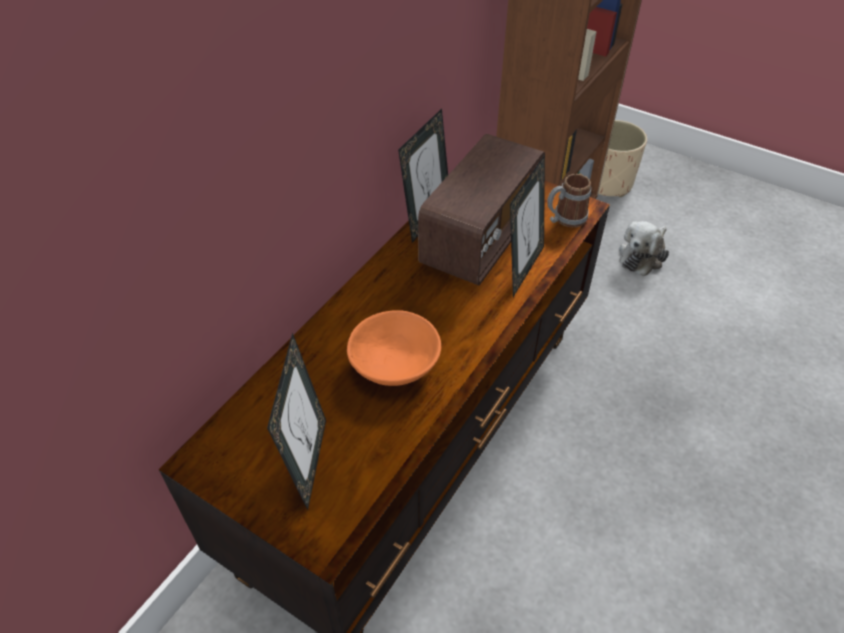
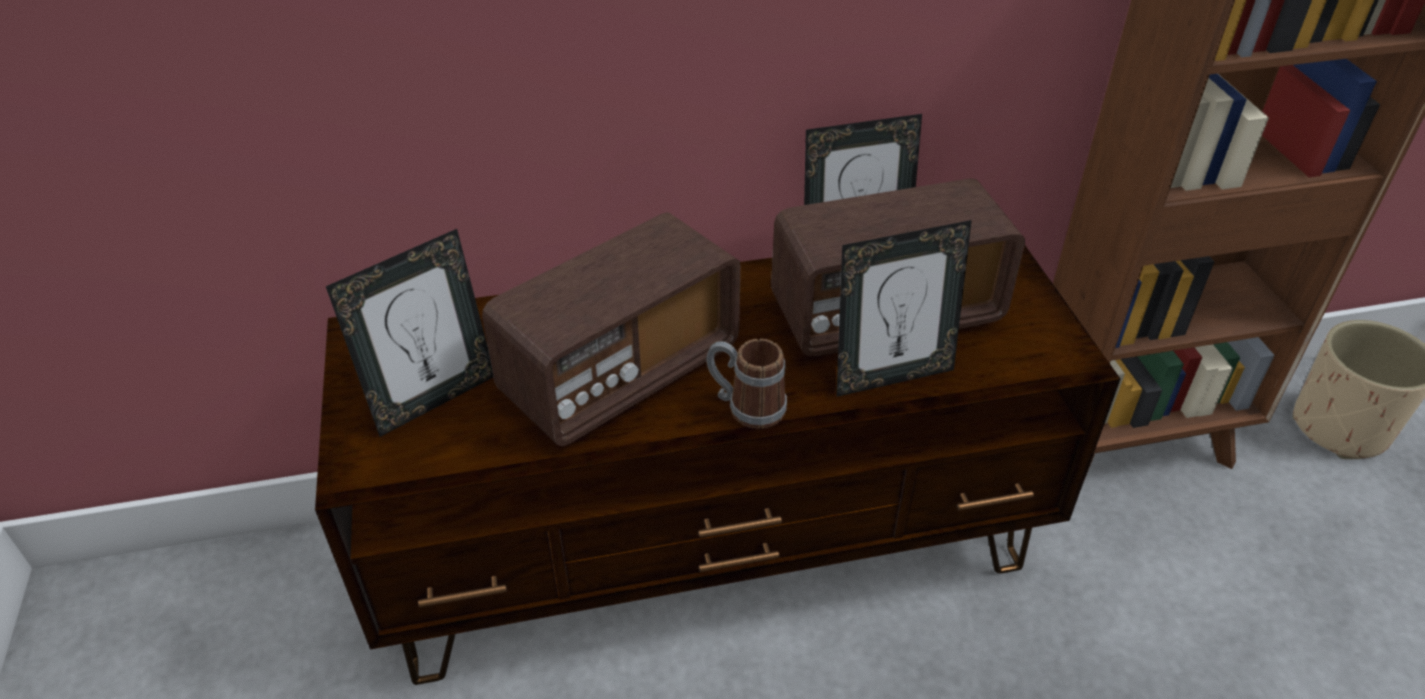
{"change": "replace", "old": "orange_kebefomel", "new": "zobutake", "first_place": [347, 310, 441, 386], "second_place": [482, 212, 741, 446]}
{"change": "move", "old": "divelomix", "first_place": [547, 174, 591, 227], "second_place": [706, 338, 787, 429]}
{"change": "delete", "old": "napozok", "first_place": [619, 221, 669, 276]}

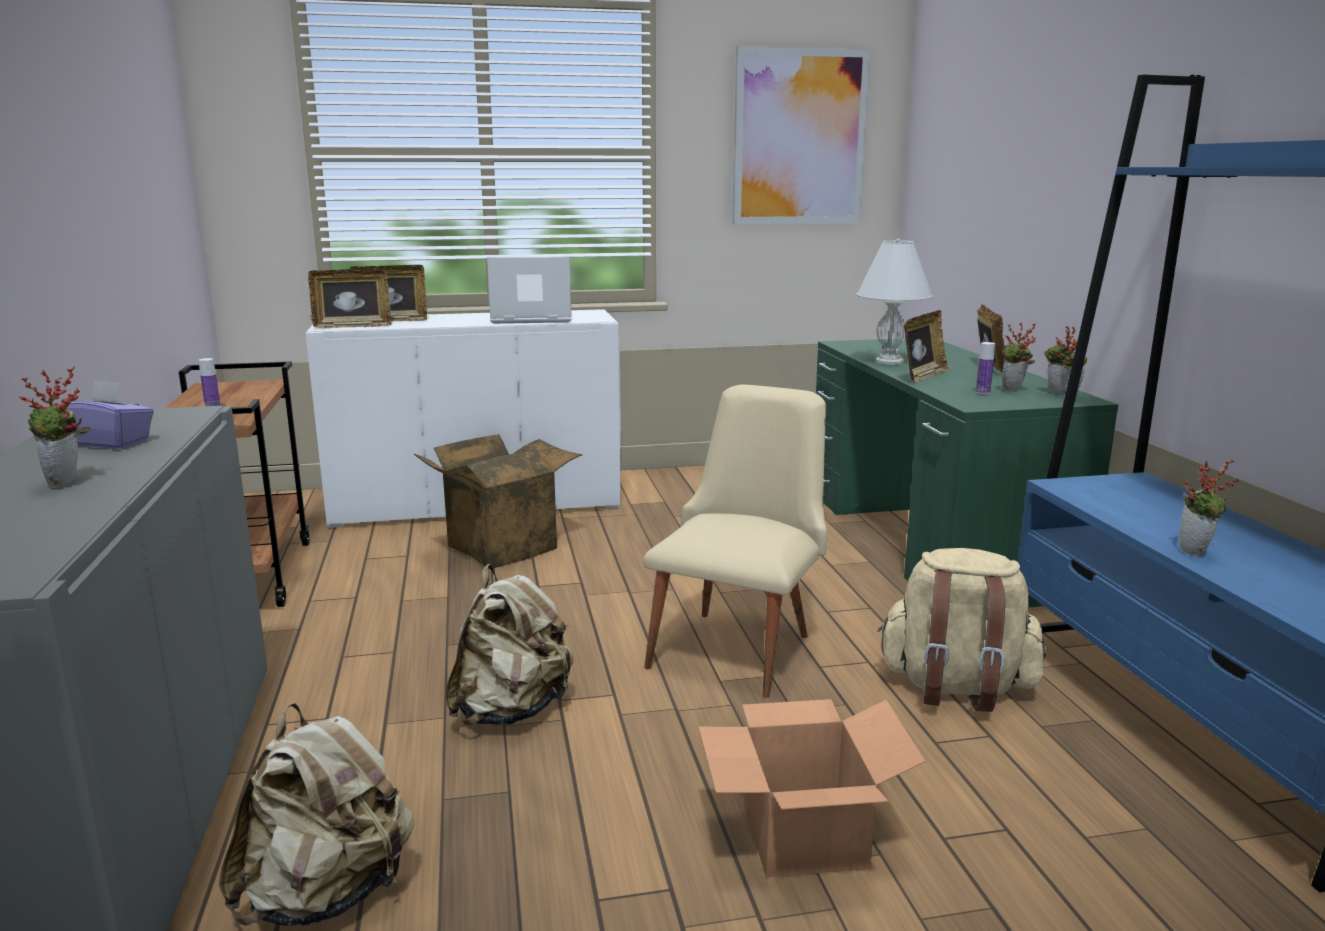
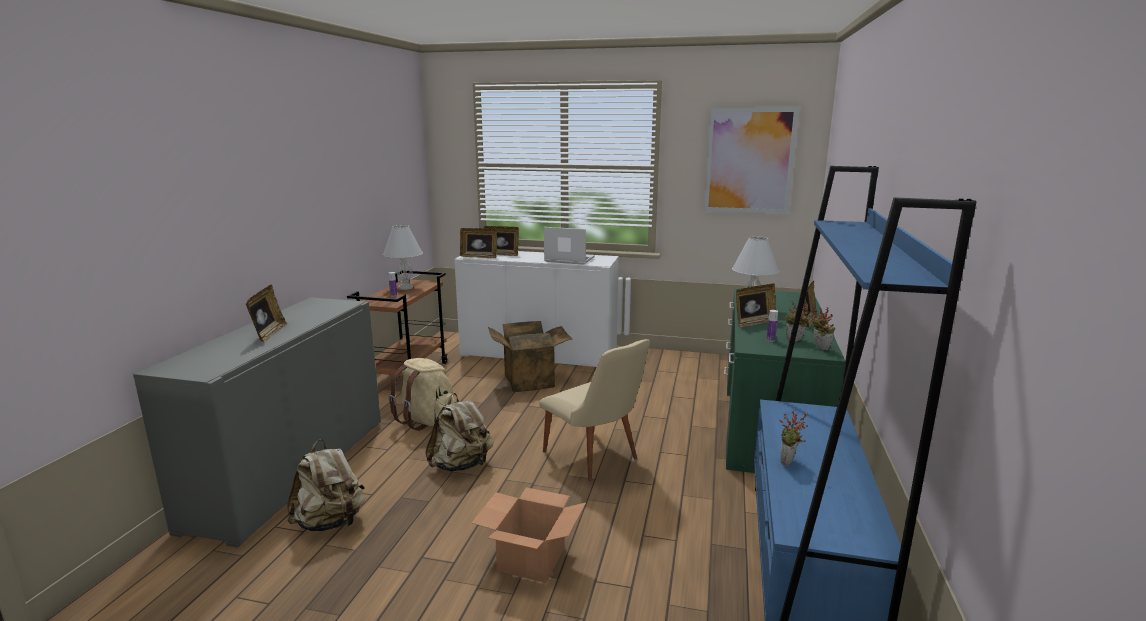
{"change": "replace", "old": "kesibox", "new": "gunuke", "first_place": [19, 367, 90, 488], "second_place": [246, 285, 287, 342]}
{"change": "delete", "old": "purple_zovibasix", "first_place": [59, 380, 154, 449]}
{"change": "rotate", "old": "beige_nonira", "first_place": [643, 385, 827, 698], "second_place": [539, 339, 650, 481], "degrees": 90}
{"change": "move", "old": "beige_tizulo", "first_place": [878, 548, 1046, 712], "second_place": [389, 358, 455, 431]}
{"change": "insert", "new": "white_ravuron", "second_place": [383, 225, 423, 290]}

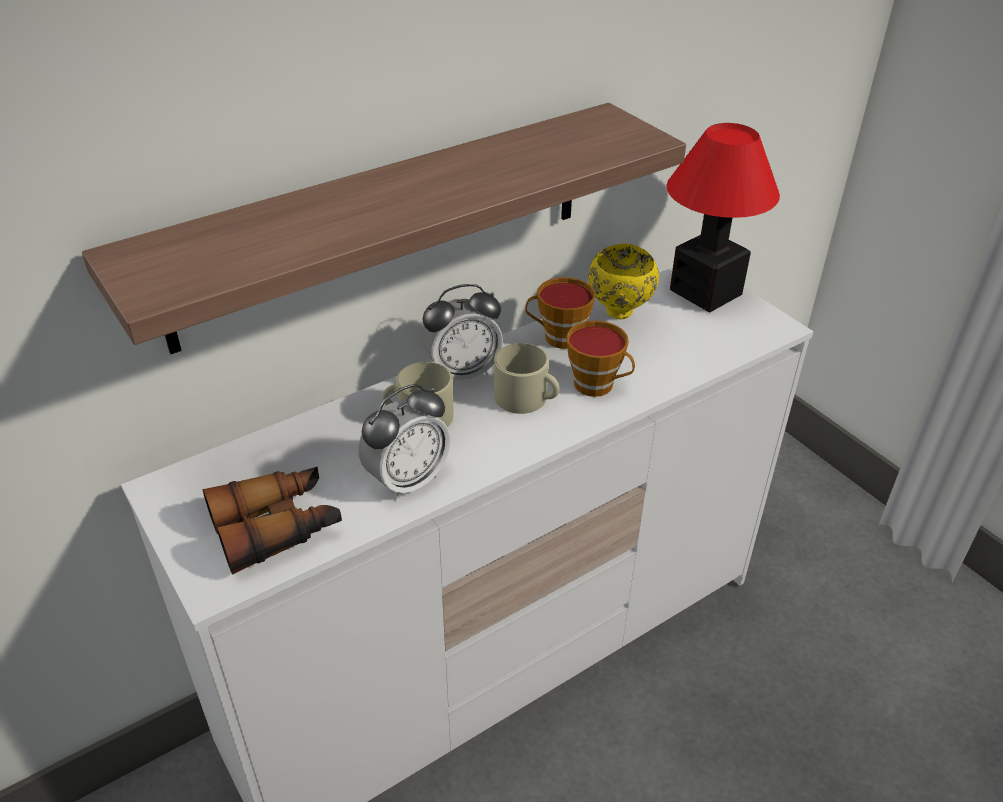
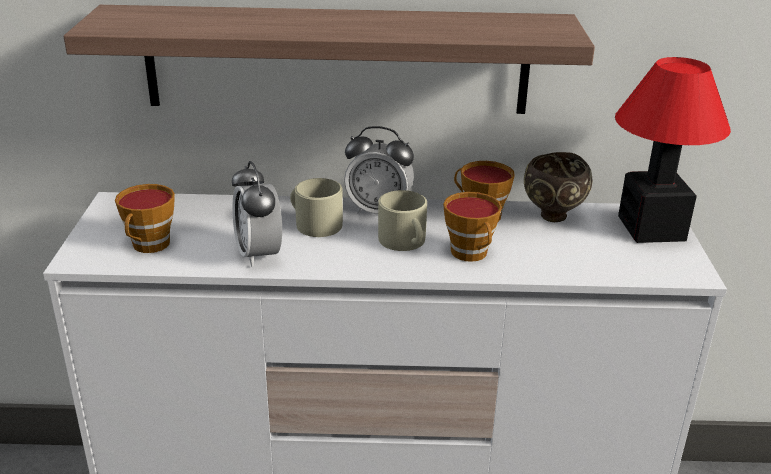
{"change": "replace", "old": "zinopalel", "new": "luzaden", "first_place": [202, 467, 342, 575], "second_place": [115, 184, 175, 253]}
{"change": "rotate", "old": "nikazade", "first_place": [358, 384, 450, 500], "second_place": [232, 161, 282, 267], "degrees": 75}
{"change": "recolor", "old": "yellow_kebefomel", "new": "brown_kebefomel", "first_place": [588, 244, 659, 319], "second_place": [524, 152, 592, 222]}

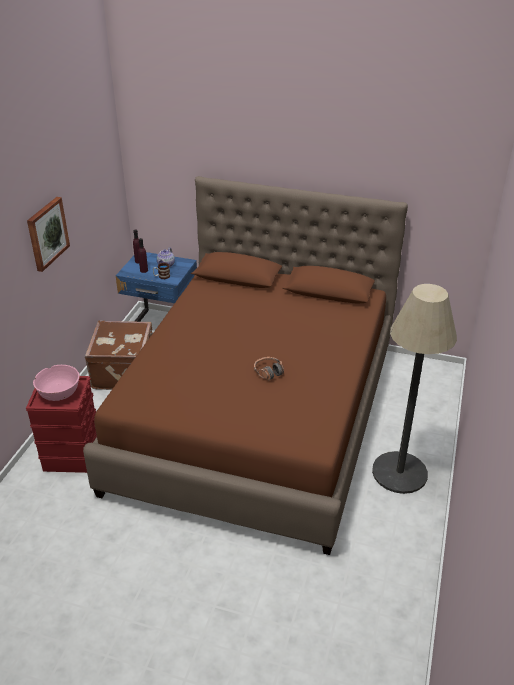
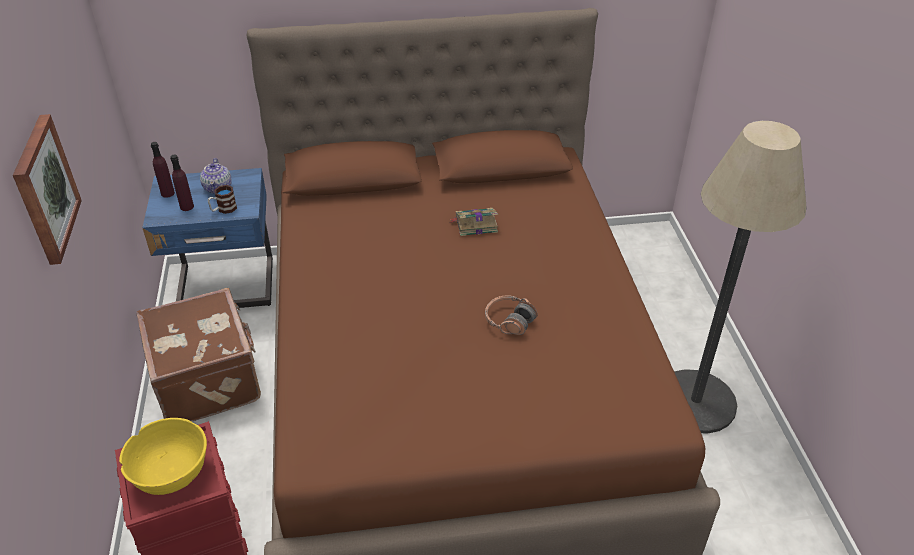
{"change": "recolor", "old": "pink_kebefomel", "new": "yellow_kebefomel", "first_place": [33, 365, 80, 401], "second_place": [119, 418, 207, 495]}
{"change": "insert", "new": "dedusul", "second_place": [449, 208, 498, 236]}

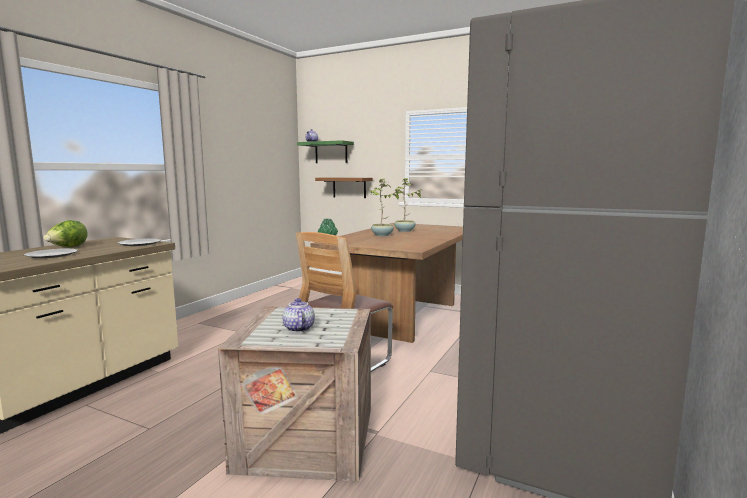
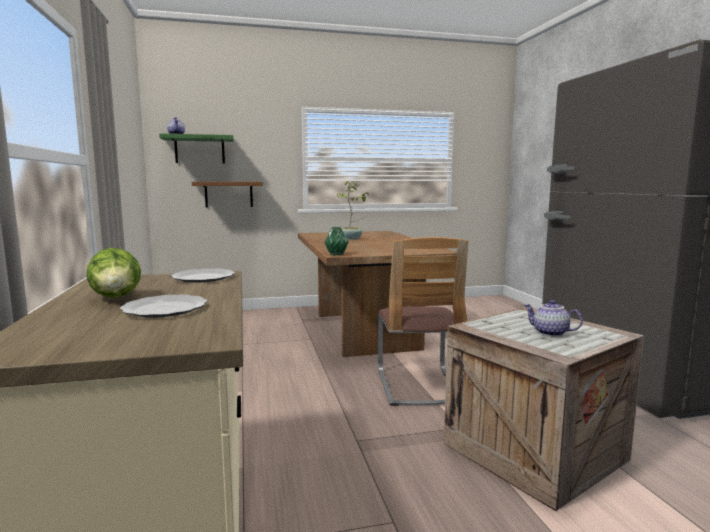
{"change": "delete", "old": "kesibox", "first_place": [369, 178, 402, 236]}

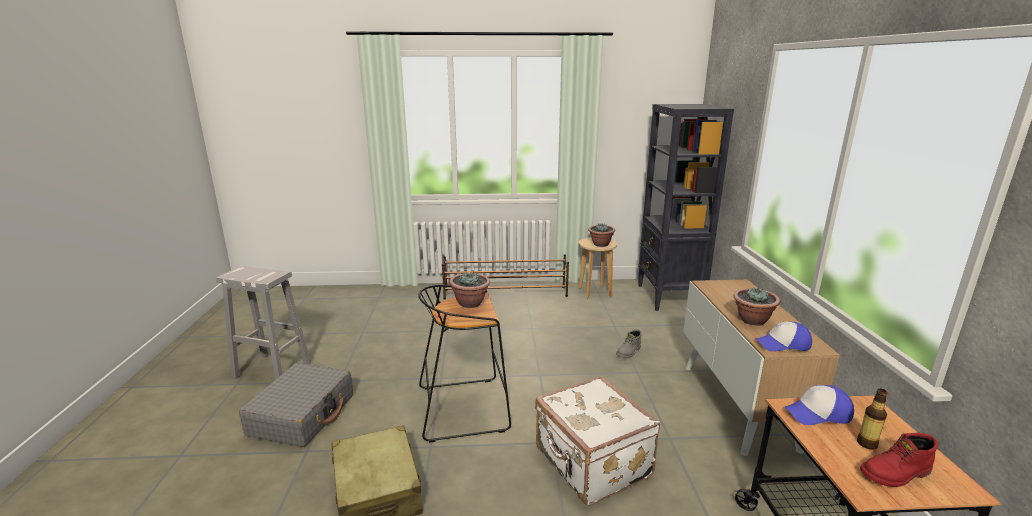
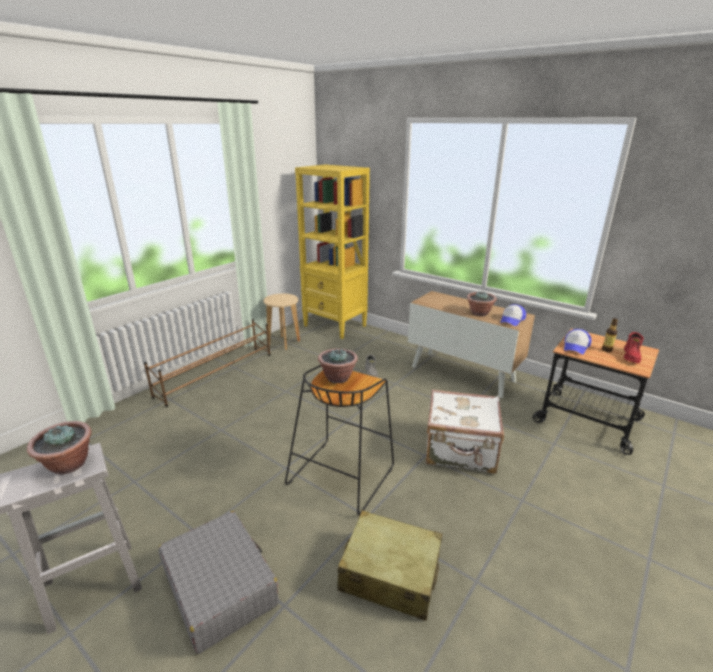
{"change": "move", "old": "kesibox", "first_place": [588, 223, 615, 247], "second_place": [27, 421, 91, 474]}
{"change": "recolor", "old": "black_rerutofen", "new": "yellow_rerutofen", "first_place": [638, 104, 734, 311], "second_place": [295, 165, 370, 339]}

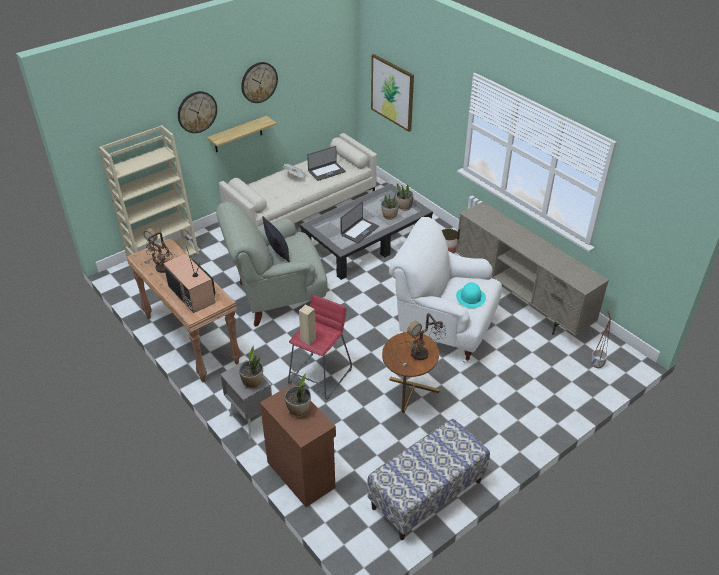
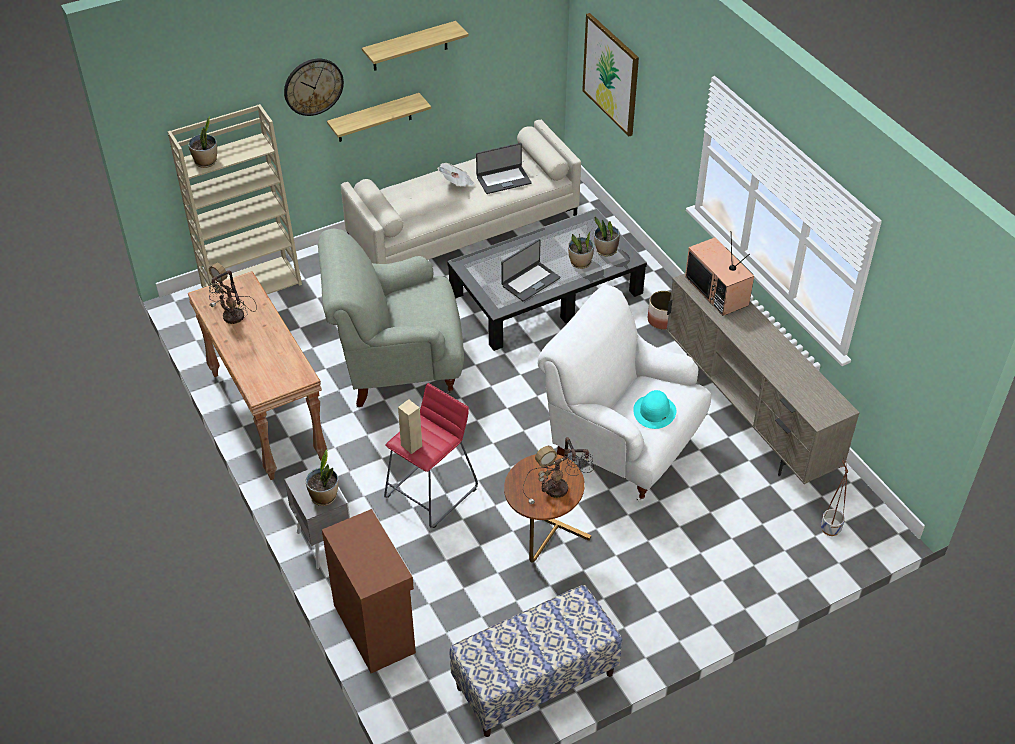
{"change": "move", "old": "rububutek", "first_place": [163, 249, 215, 313], "second_place": [685, 231, 754, 316]}
{"change": "replace", "old": "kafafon", "new": "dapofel", "first_place": [241, 62, 278, 103], "second_place": [362, 21, 469, 71]}
{"change": "delete", "old": "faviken", "first_place": [262, 216, 290, 262]}
{"change": "move", "old": "kesibox", "first_place": [285, 373, 311, 417], "second_place": [188, 116, 217, 168]}

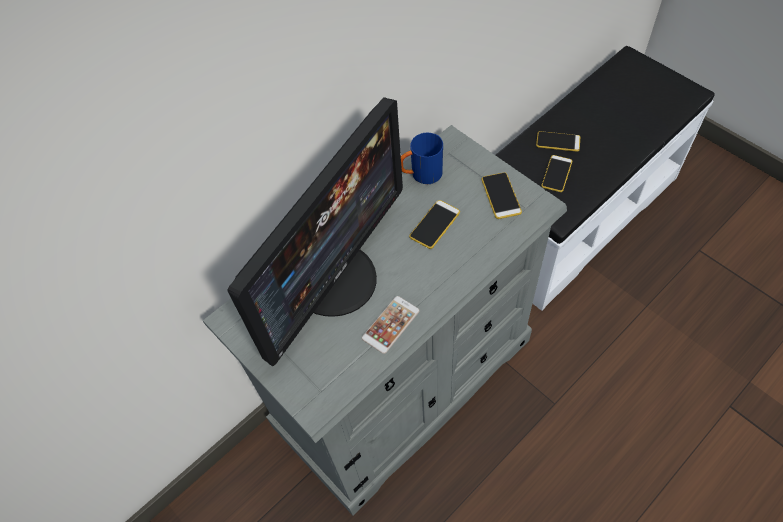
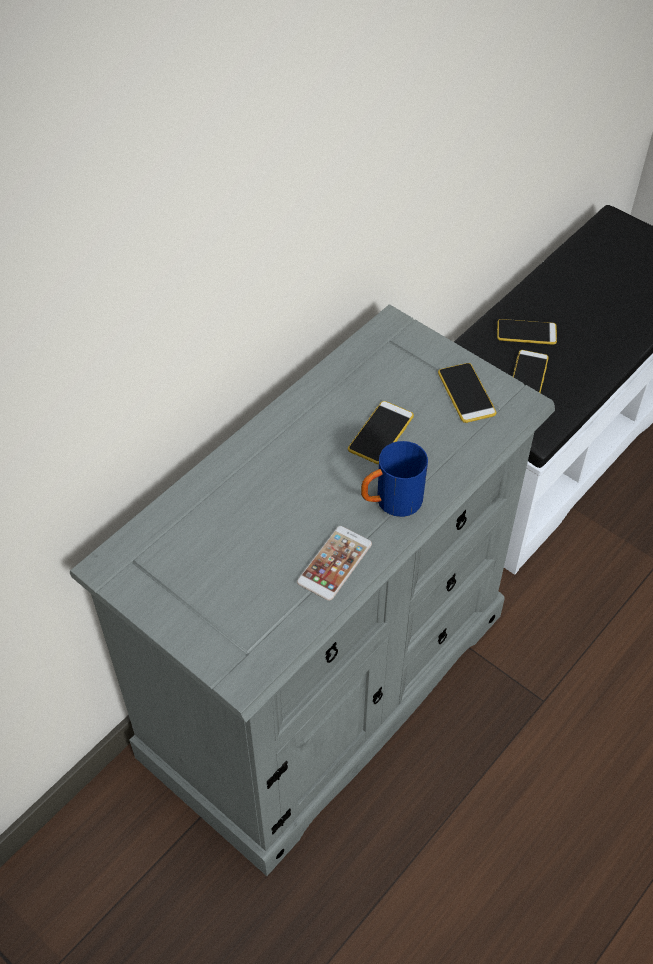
{"change": "delete", "old": "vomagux", "first_place": [227, 97, 403, 366]}
{"change": "move", "old": "blue_divelomix", "first_place": [401, 133, 443, 184], "second_place": [361, 441, 428, 517]}

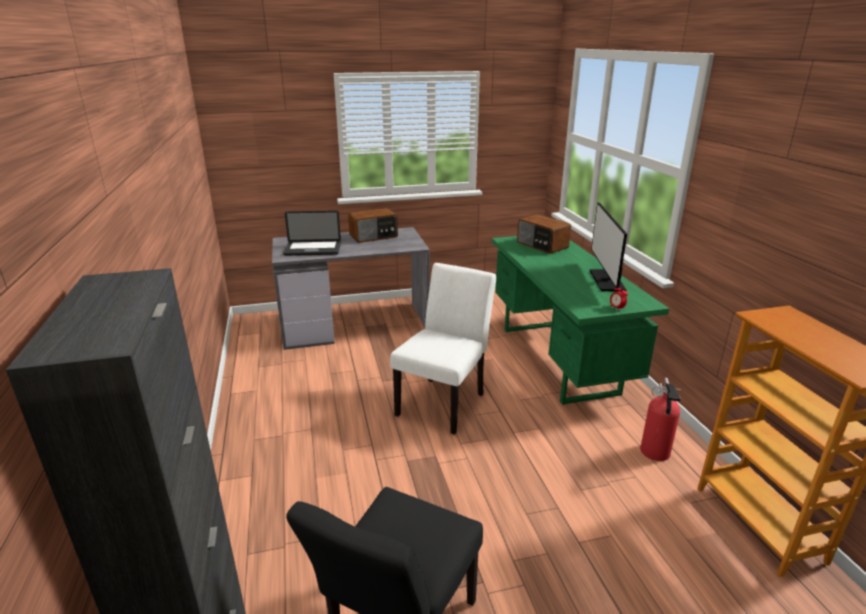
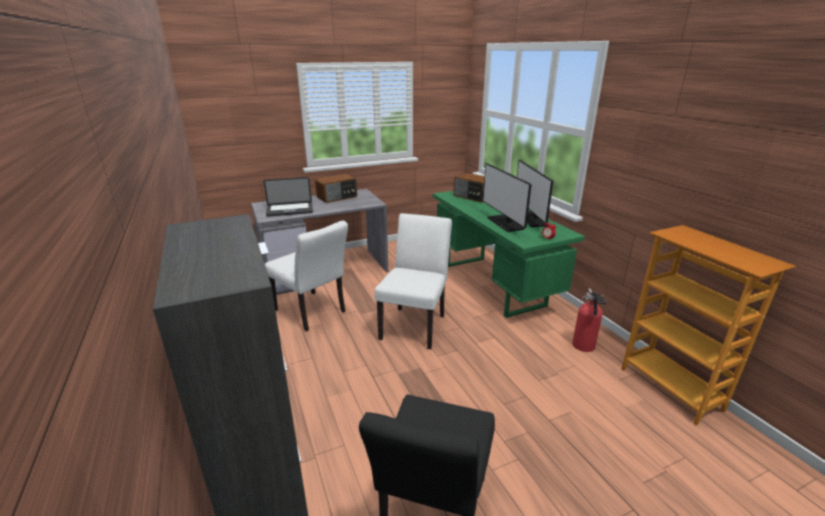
{"change": "insert", "new": "white_nonira", "second_place": [265, 221, 348, 331]}
{"change": "insert", "new": "vomagux", "second_place": [483, 163, 532, 232]}

